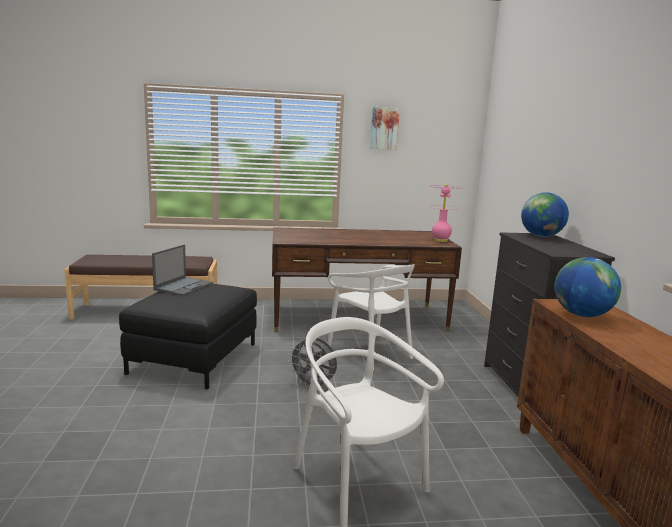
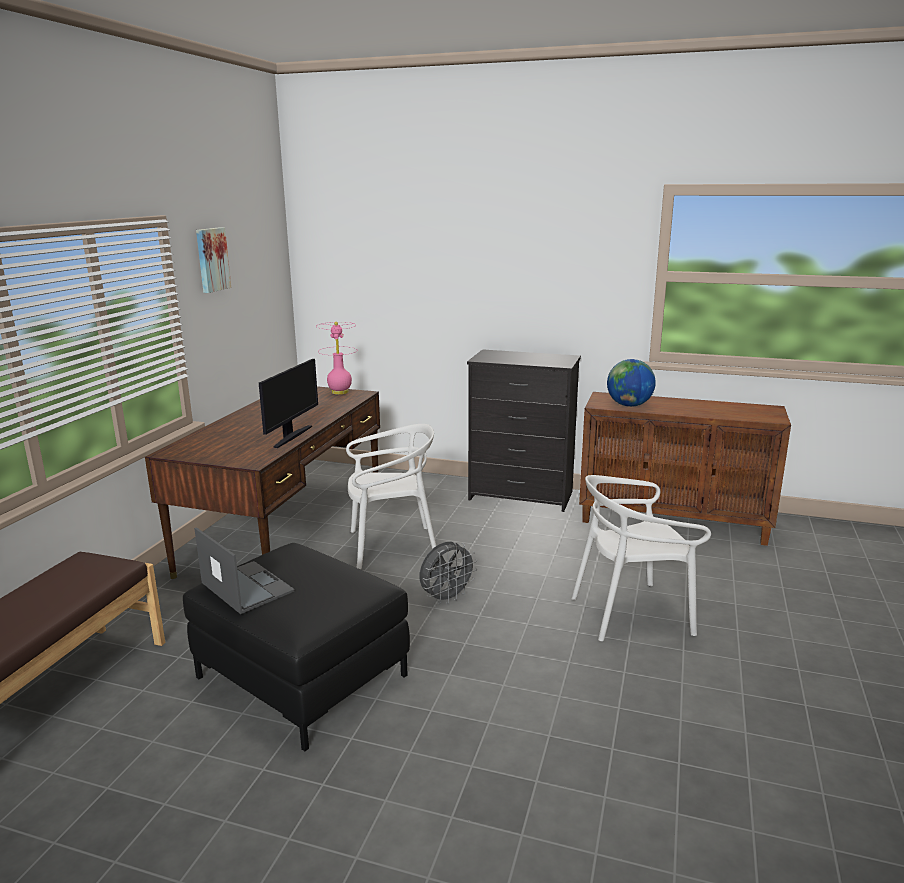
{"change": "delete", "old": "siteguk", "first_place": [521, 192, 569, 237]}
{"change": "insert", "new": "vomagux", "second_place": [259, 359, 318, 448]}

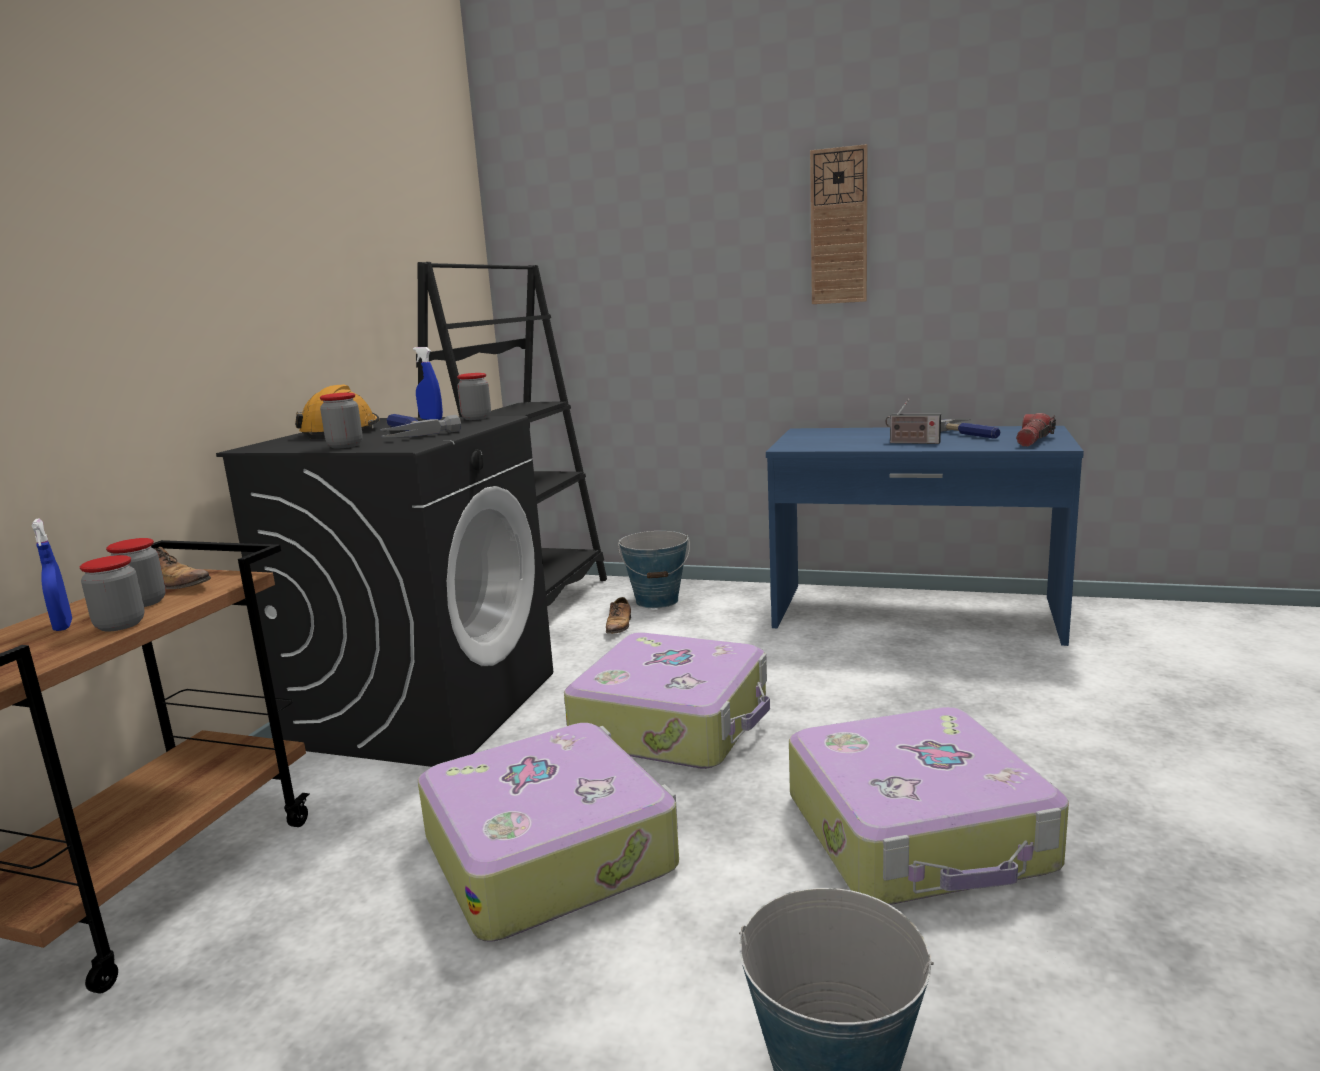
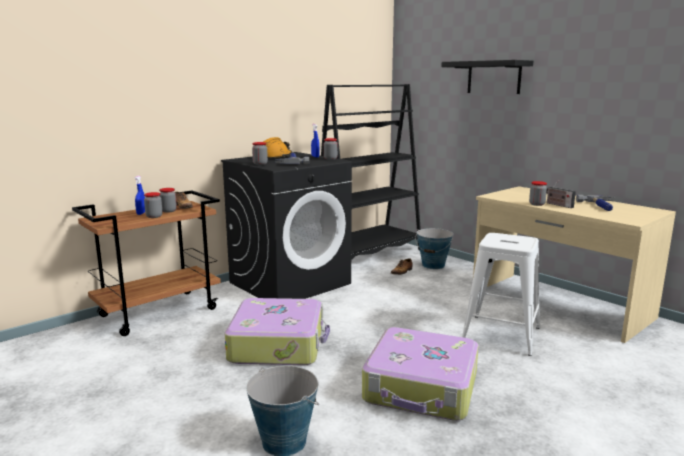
{"change": "delete", "old": "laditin", "first_place": [564, 632, 770, 769]}
{"change": "recolor", "old": "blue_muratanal", "new": "beige_muratanal", "first_place": [766, 426, 1084, 646], "second_place": [473, 186, 676, 343]}
{"change": "delete", "old": "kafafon", "first_place": [810, 144, 867, 304]}
{"change": "delete", "old": "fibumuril", "first_place": [1016, 413, 1056, 447]}
{"change": "insert", "new": "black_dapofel", "second_place": [441, 60, 533, 94]}
{"change": "insert", "new": "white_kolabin", "second_place": [462, 233, 540, 356]}
{"change": "insert", "new": "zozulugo", "second_place": [529, 181, 547, 206]}

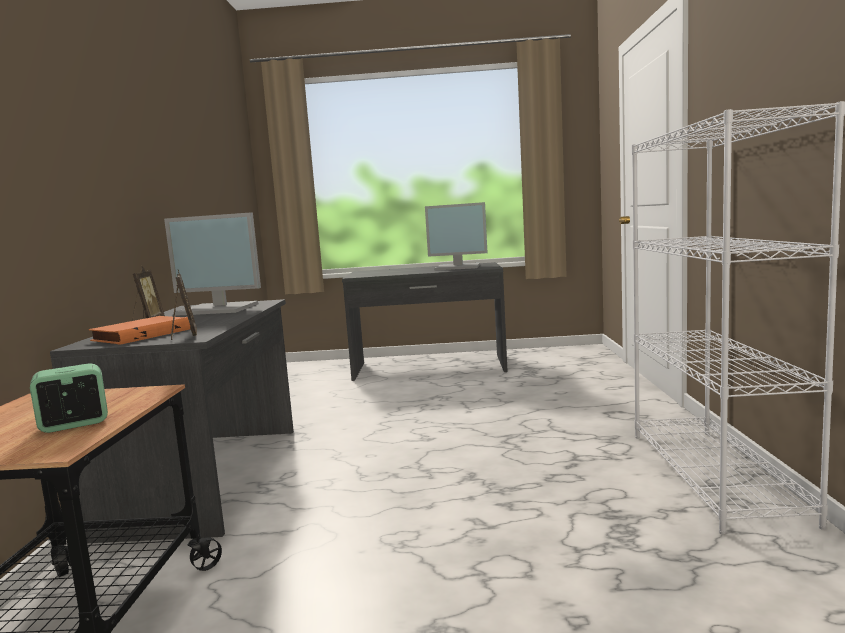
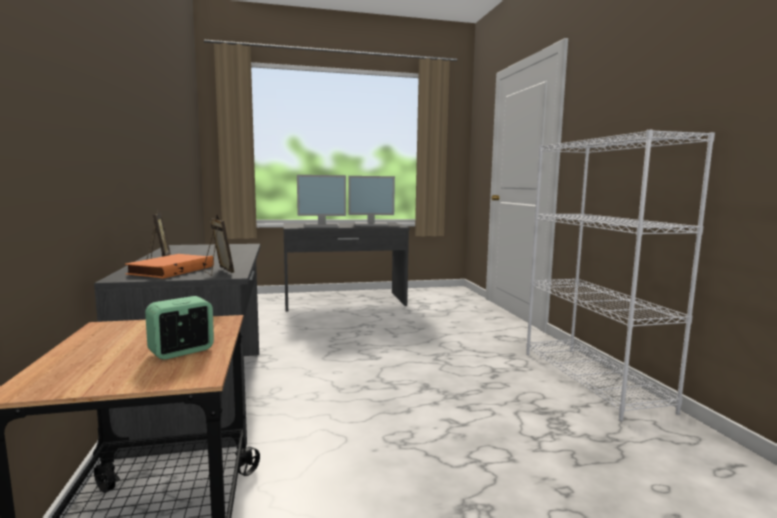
{"change": "move", "old": "vomagux", "first_place": [164, 212, 261, 316], "second_place": [297, 175, 346, 228]}

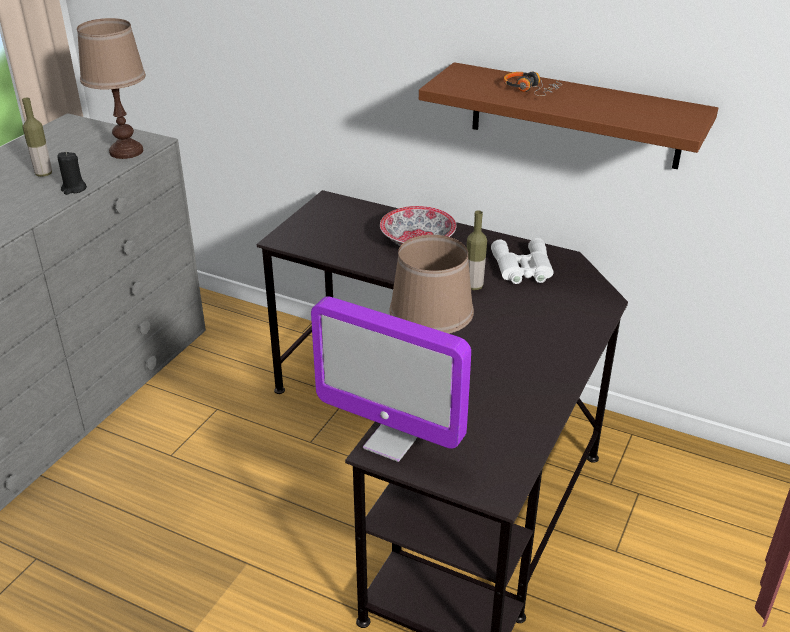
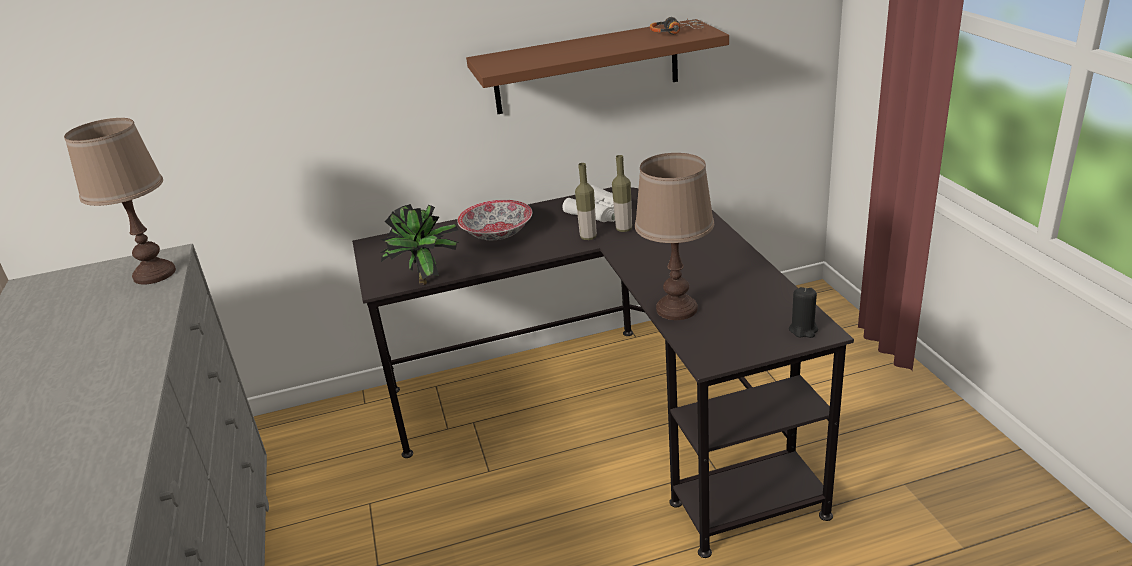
{"change": "move", "old": "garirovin", "first_place": [22, 98, 52, 177], "second_place": [612, 155, 632, 232]}
{"change": "move", "old": "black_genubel", "first_place": [57, 152, 87, 195], "second_place": [789, 287, 818, 338]}
{"change": "delete", "old": "vomagux", "first_place": [311, 296, 471, 462]}
{"change": "move", "old": "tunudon", "first_place": [504, 71, 562, 96], "second_place": [650, 17, 704, 35]}
{"change": "insert", "new": "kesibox", "second_place": [380, 204, 459, 285]}

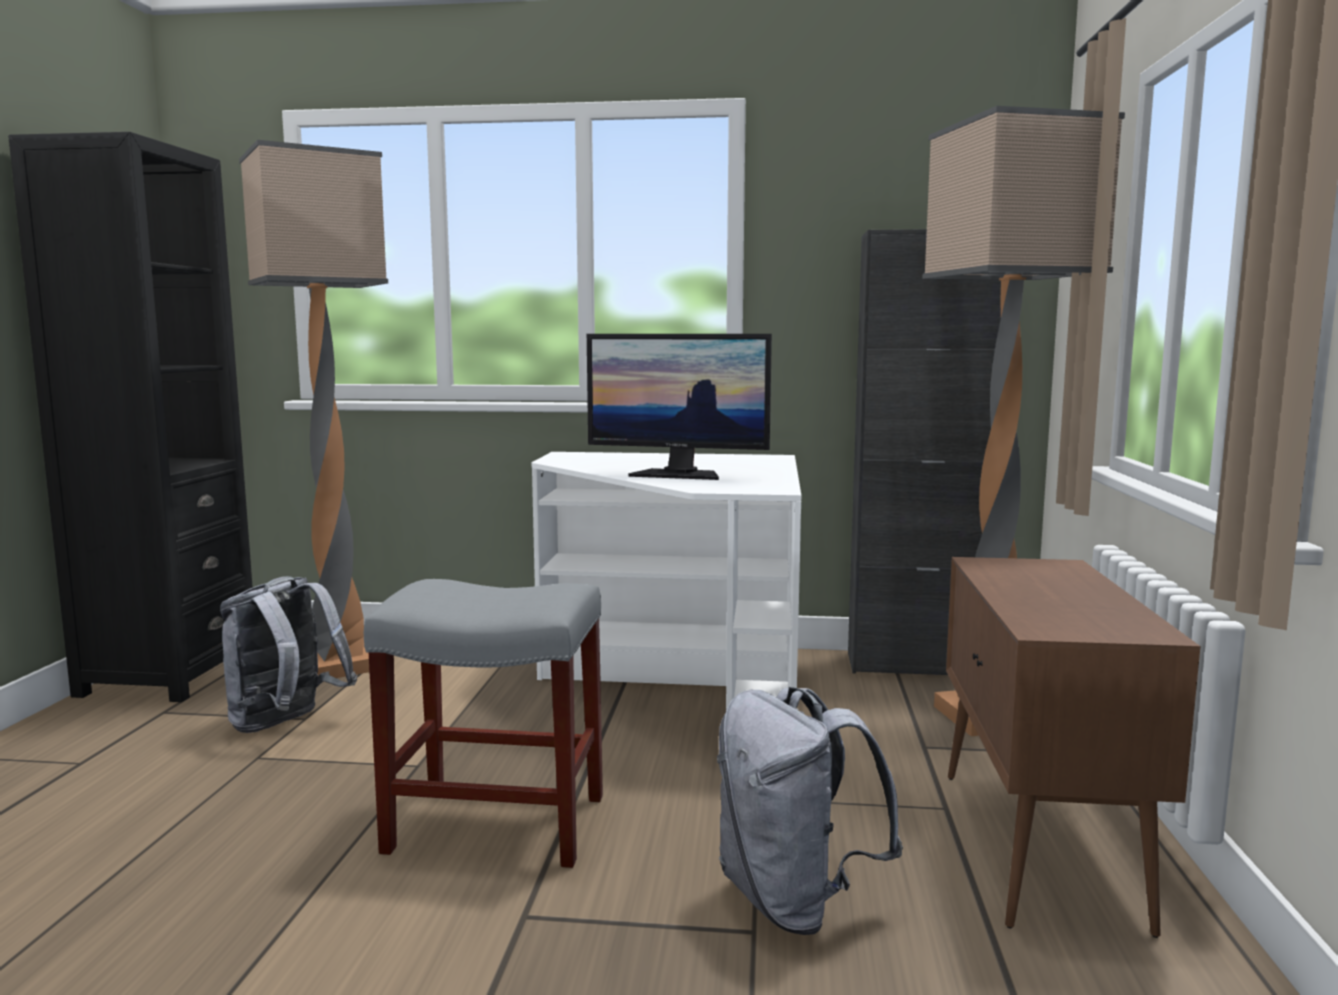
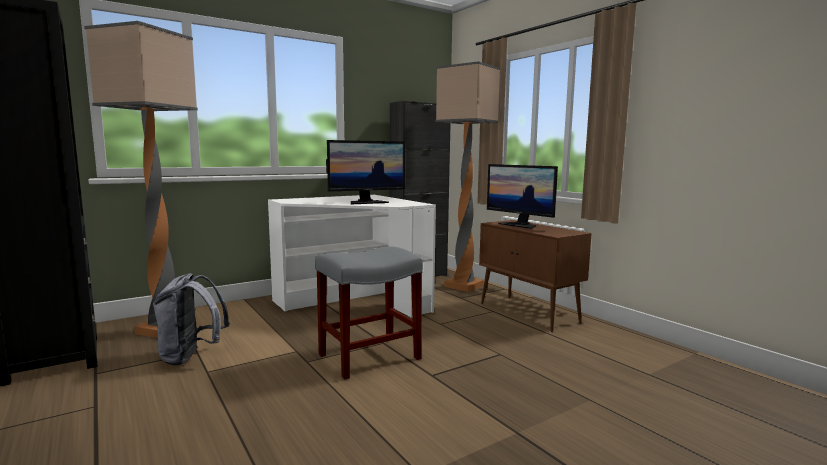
{"change": "delete", "old": "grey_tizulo", "first_place": [717, 687, 903, 935]}
{"change": "insert", "new": "vomagux", "second_place": [487, 164, 558, 229]}

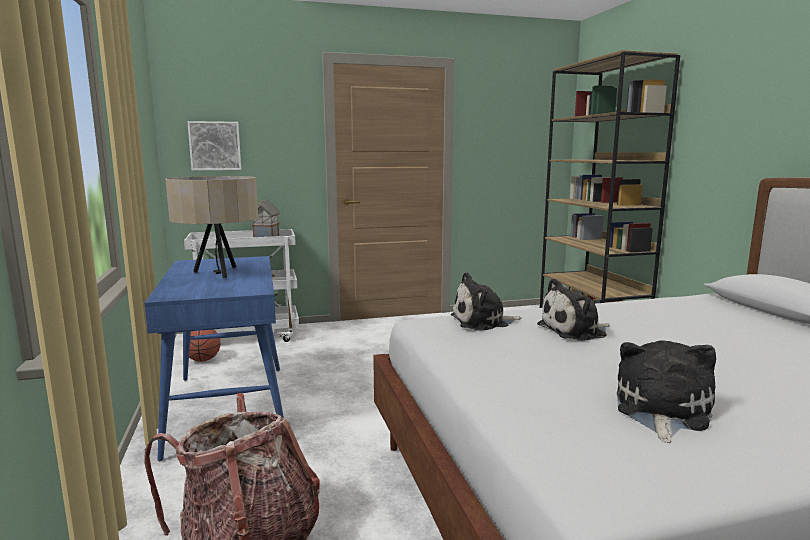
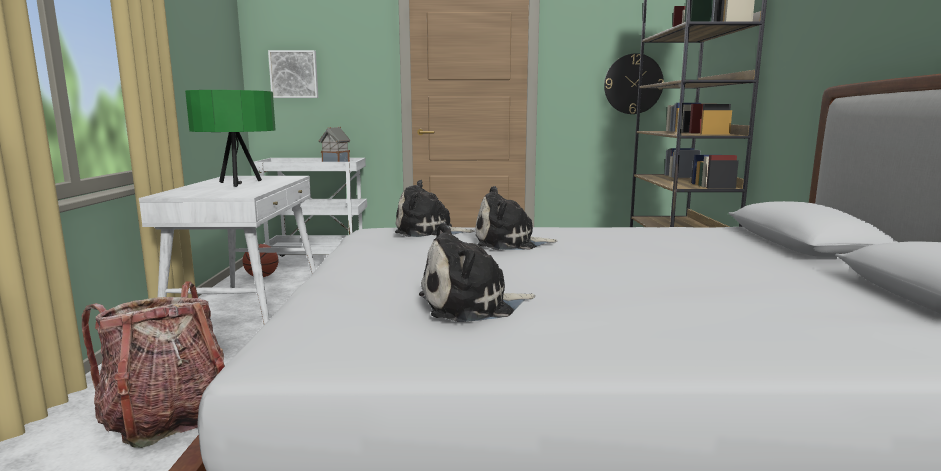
{"change": "recolor", "old": "blue_muratanal", "new": "white_muratanal", "first_place": [144, 256, 284, 461], "second_place": [139, 176, 316, 325]}
{"change": "recolor", "old": "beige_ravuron", "new": "green_ravuron", "first_place": [166, 176, 258, 278], "second_place": [185, 90, 276, 187]}
{"change": "rotate", "old": "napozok", "first_place": [617, 340, 716, 443], "second_place": [419, 222, 535, 322], "degrees": -150}
{"change": "insert", "new": "kafafon", "second_place": [604, 53, 664, 114]}

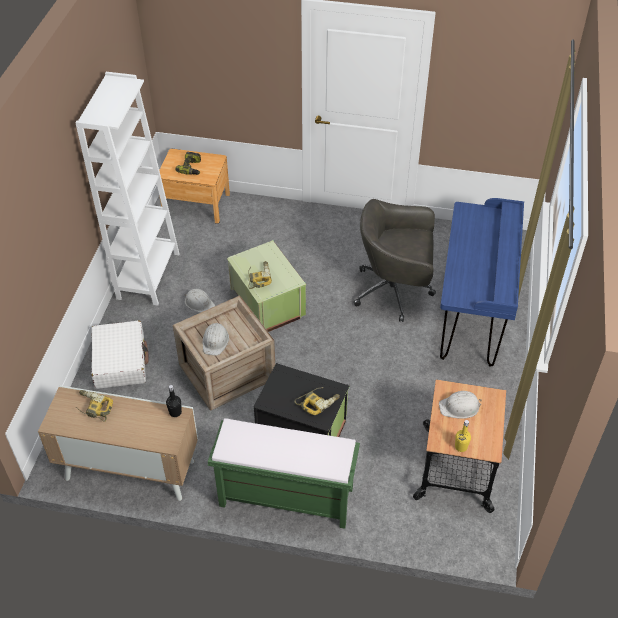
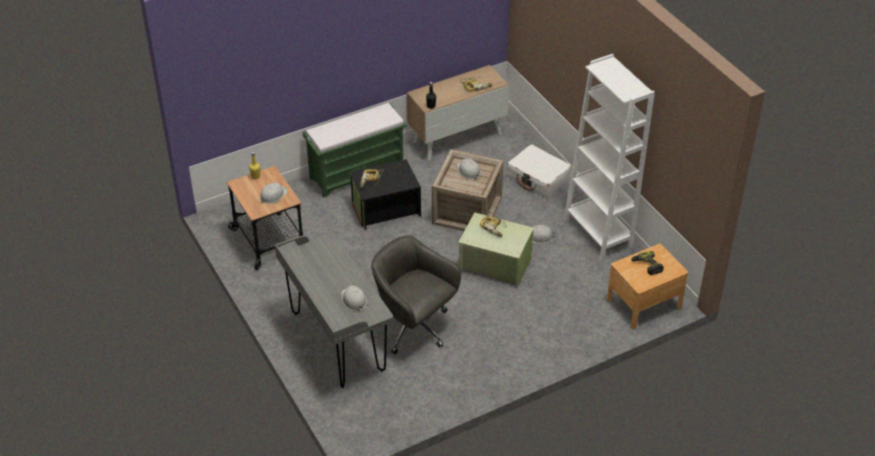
{"change": "rotate", "old": "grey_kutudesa", "first_place": [354, 199, 436, 322], "second_place": [371, 235, 461, 355], "degrees": -105}
{"change": "recolor", "old": "blue_muratanal", "new": "grey_muratanal", "first_place": [440, 198, 524, 367], "second_place": [275, 232, 393, 388]}
{"change": "insert", "new": "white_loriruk", "second_place": [341, 285, 367, 312]}

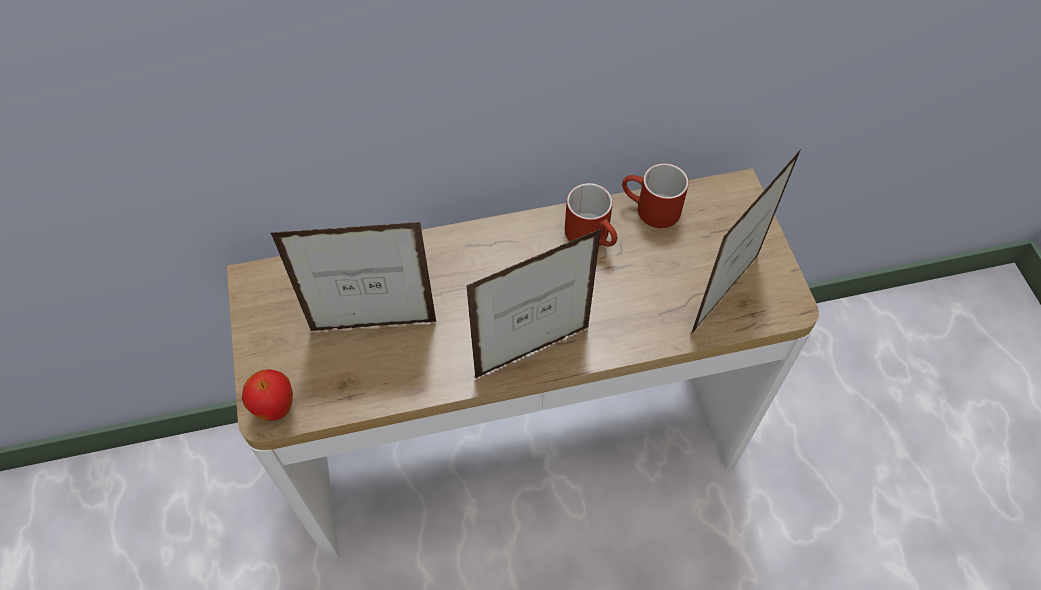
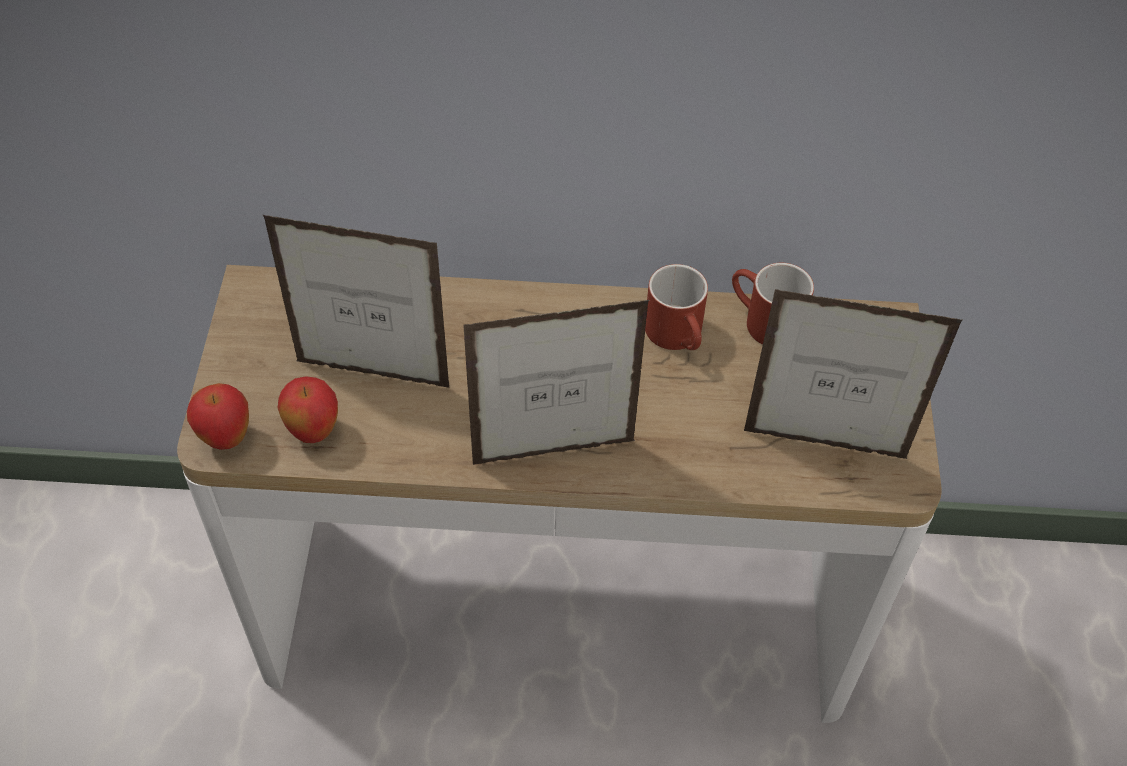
{"change": "rotate", "old": "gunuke", "first_place": [691, 149, 801, 334], "second_place": [744, 289, 963, 459], "degrees": 45}
{"change": "insert", "new": "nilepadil", "second_place": [278, 376, 338, 443]}

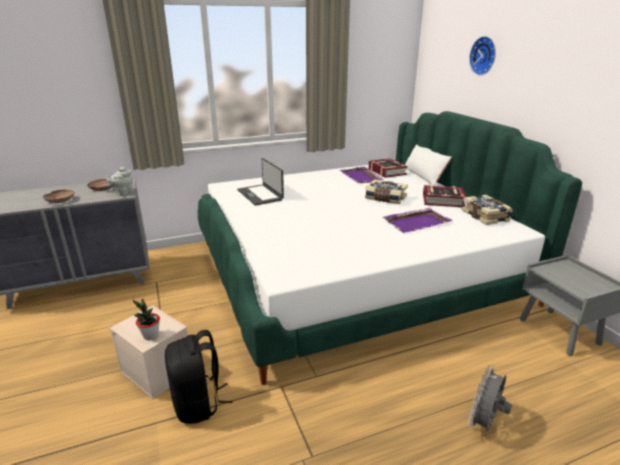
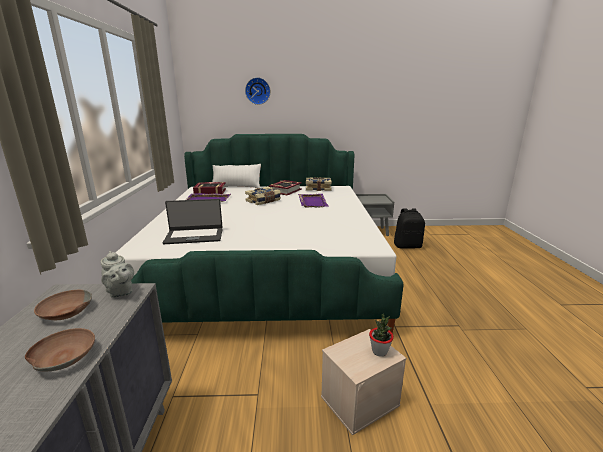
{"change": "move", "old": "black_tizulo", "first_place": [165, 330, 232, 424], "second_place": [394, 208, 425, 248]}
{"change": "delete", "old": "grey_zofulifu", "first_place": [468, 365, 512, 432]}

